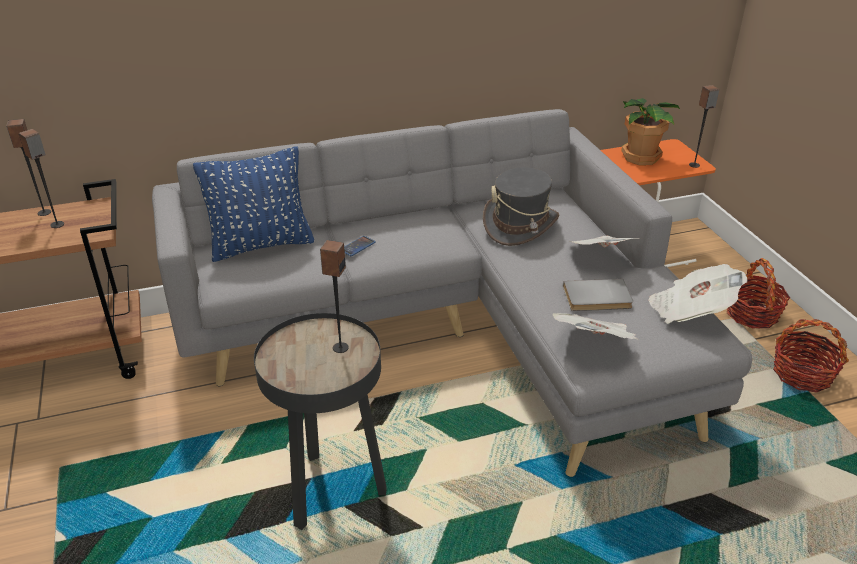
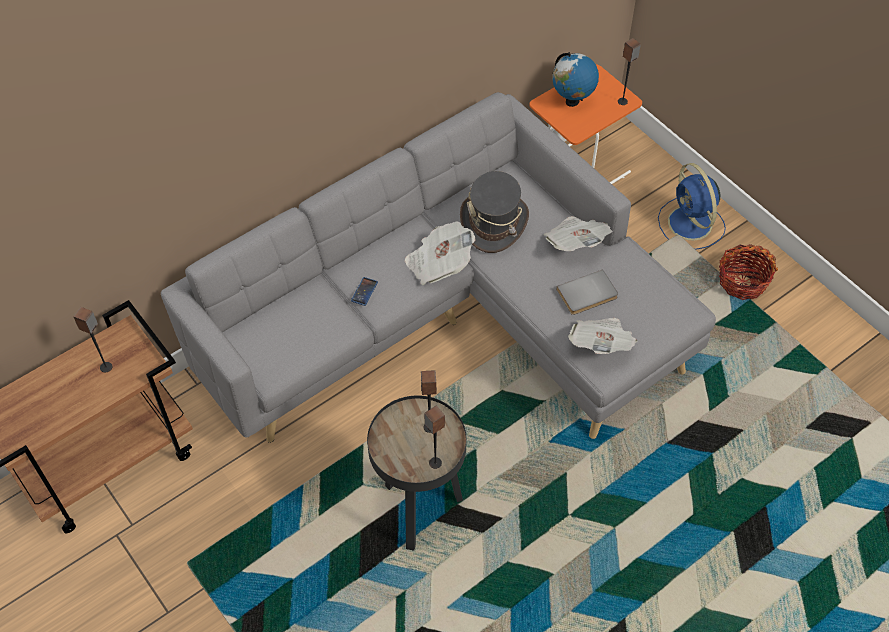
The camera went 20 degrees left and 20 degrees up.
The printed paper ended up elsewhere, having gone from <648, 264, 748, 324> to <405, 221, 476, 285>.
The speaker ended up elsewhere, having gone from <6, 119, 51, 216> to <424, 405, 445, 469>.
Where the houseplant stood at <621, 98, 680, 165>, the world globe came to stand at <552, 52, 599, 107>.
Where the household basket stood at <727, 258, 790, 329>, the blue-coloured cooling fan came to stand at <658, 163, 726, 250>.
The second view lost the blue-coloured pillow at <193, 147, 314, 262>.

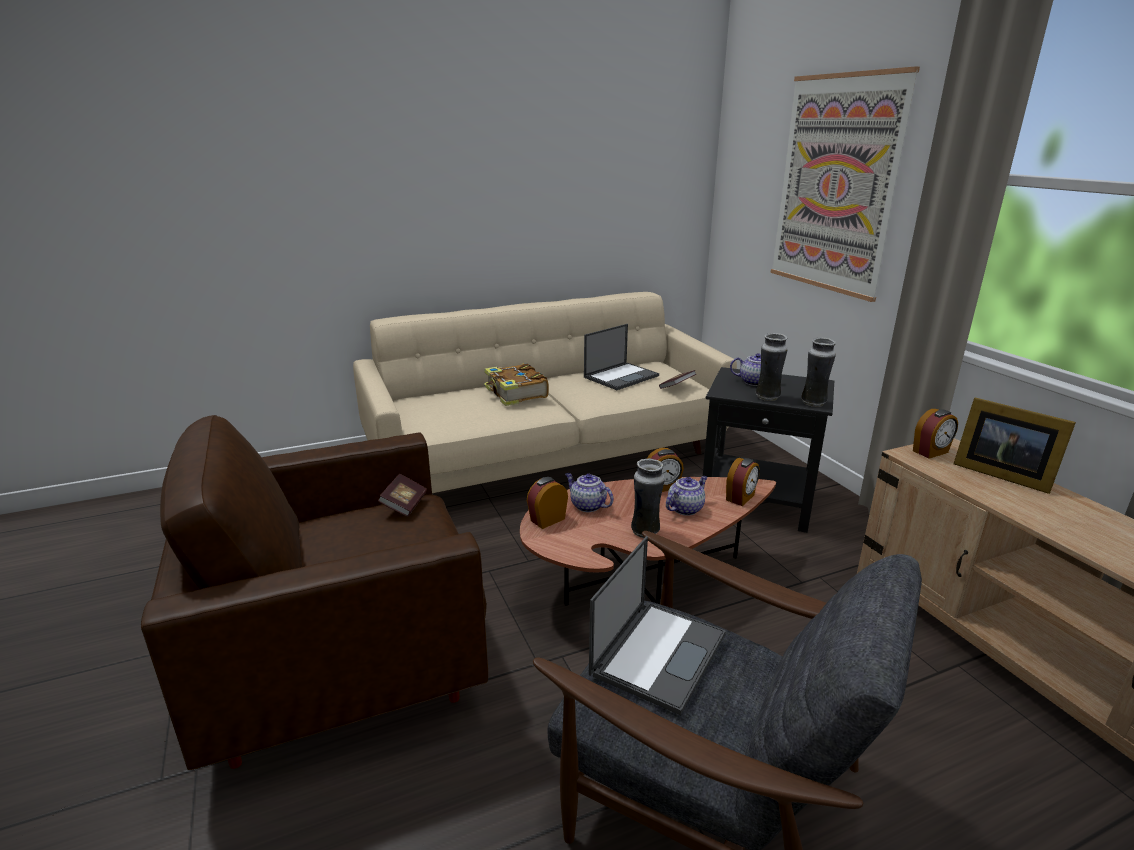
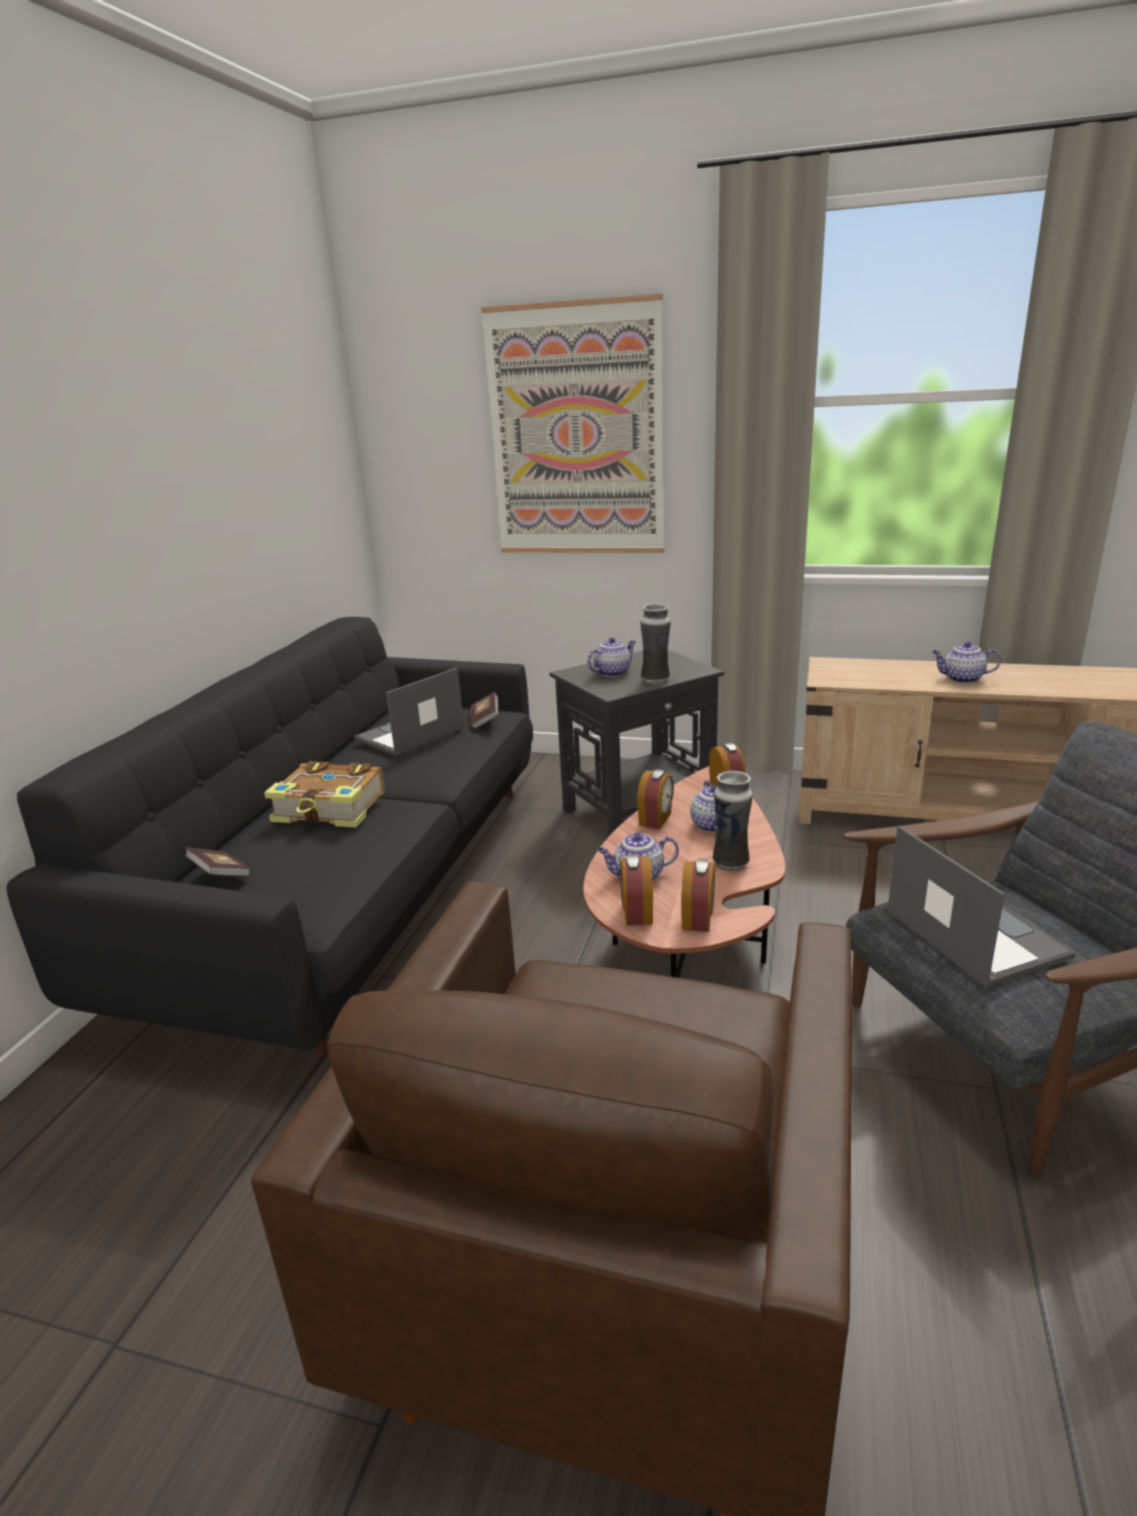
The camera went 50 degrees left and 0 degrees up.
What was the beige couch at <353, 292, 737, 493> turned into the black couch at <7, 617, 533, 1057>.
The book ended up elsewhere, having gone from <378, 474, 427, 517> to <185, 848, 251, 877>.
The laptop at <584, 324, 659, 390> ended up facing another way, 135 degrees counterclockwise from before.
The bedside clock ended up elsewhere, having gone from <913, 409, 958, 459> to <681, 859, 715, 932>.
The second view gained the teapot at <932, 642, 1001, 683>.
The second view lost the flower vase at <801, 337, 836, 407>.
The second view lost the standing frame at <953, 398, 1076, 494>.

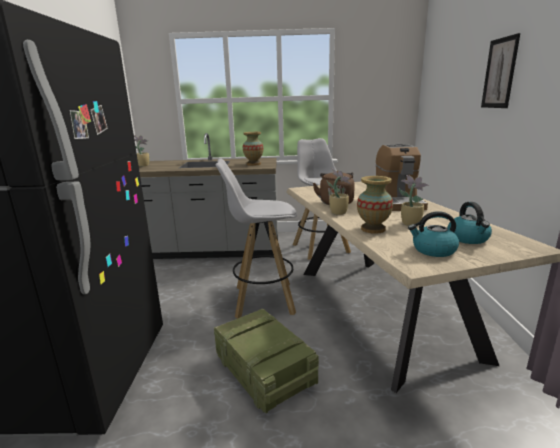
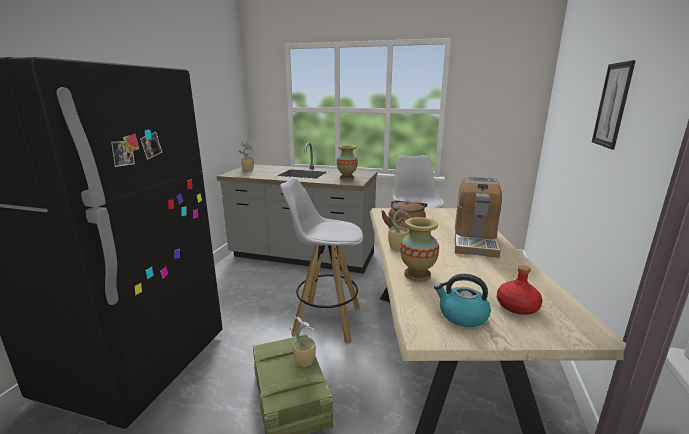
The camera went 15 degrees right and 0 degrees up.
The houseplant ended up elsewhere, having gone from <399, 175, 429, 226> to <289, 316, 317, 367>.
Where the kettle stood at <447, 202, 492, 244>, the reddish beverage bottle came to stand at <497, 265, 542, 315>.

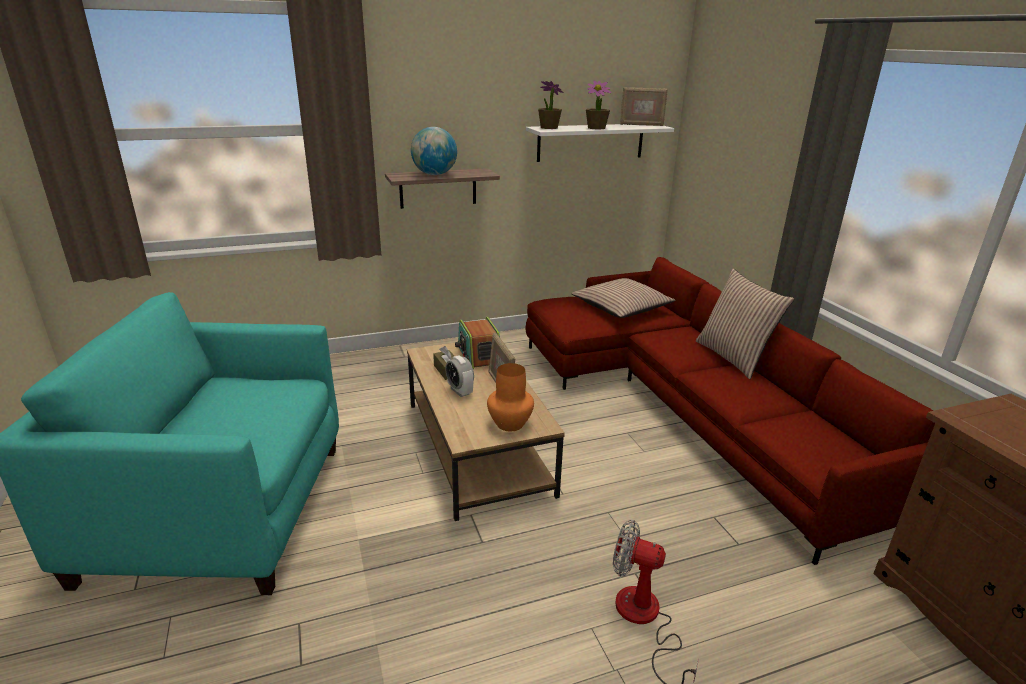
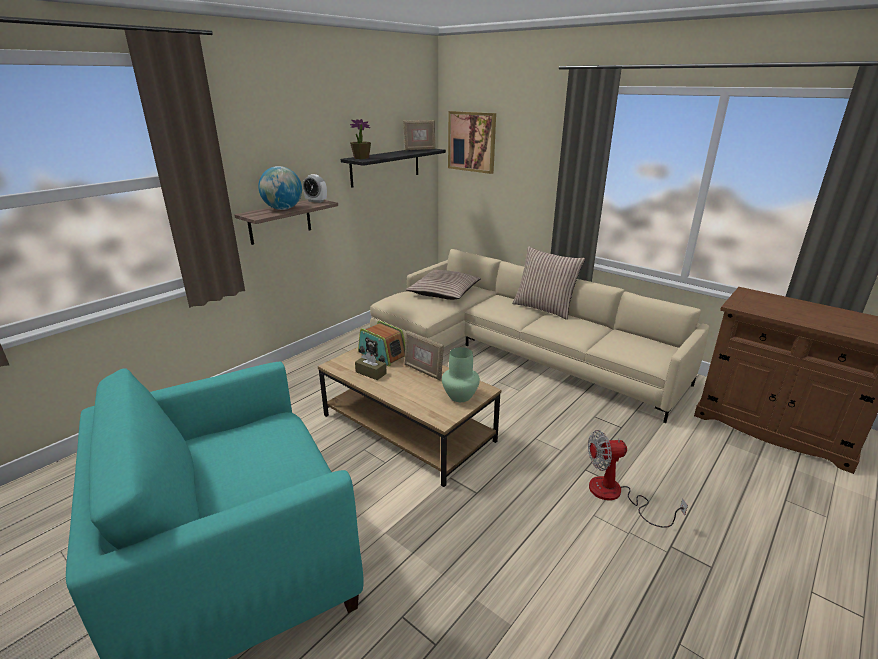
The camera went 30 degrees left and 0 degrees up.
The bedside clock ended up elsewhere, having gone from <445, 356, 474, 397> to <303, 174, 327, 203>.
What was the whitish wall shelf at <526, 124, 674, 162> turned into the black wall shelf at <341, 149, 446, 188>.
What was the reddish couch at <526, 257, 935, 565> turned into the beige couch at <370, 249, 710, 423>.
What was the orangey flower vase at <487, 363, 534, 431> turned into the greenish flower vase at <442, 347, 480, 402>.
The second view gained the wall picture at <448, 111, 496, 174>.
The second view lost the houseplant at <586, 80, 611, 130>.

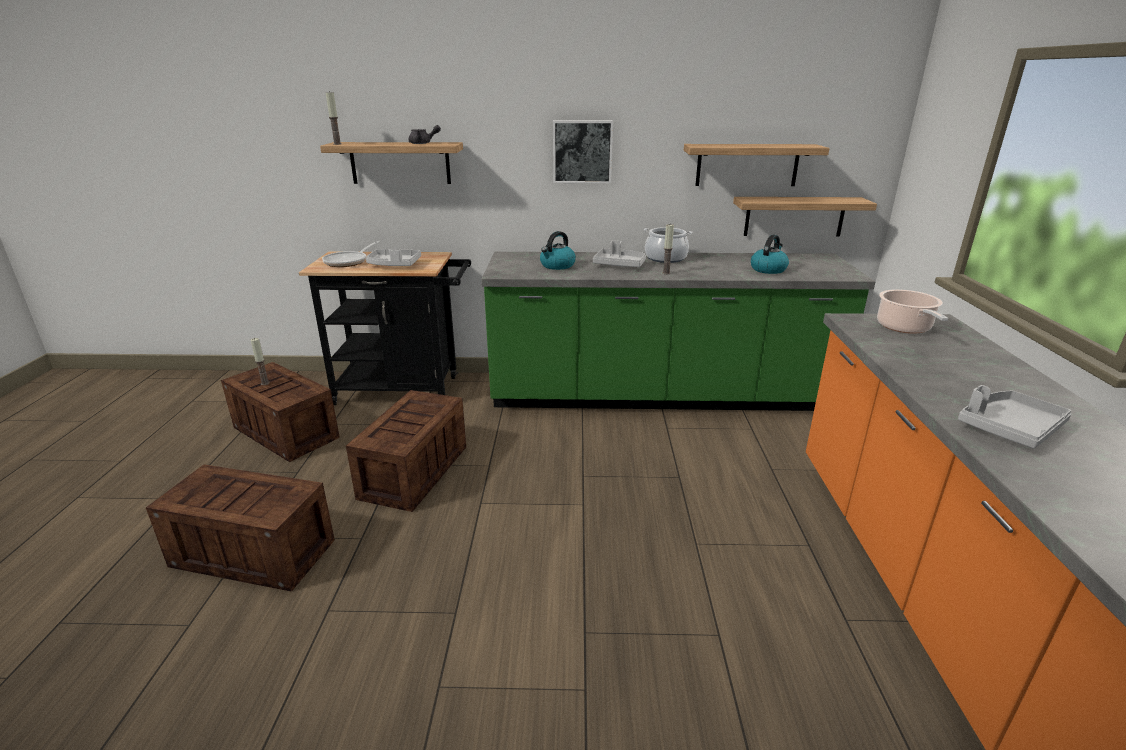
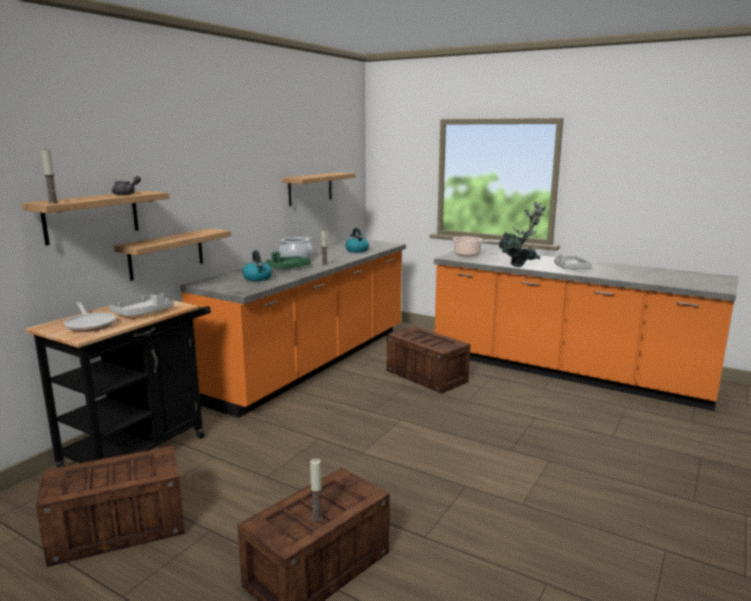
The camera went 60 degrees left and 10 degrees down.
The wall shelf ended up elsewhere, having gone from <733, 197, 877, 237> to <114, 228, 231, 281>.
What was the greenish kitchen base unit at <481, 252, 875, 411> turned into the orangey kitchen base unit at <180, 240, 406, 418>.
What was the grey carrying tray at <593, 240, 646, 267> turned into the greenish carrying tray at <265, 252, 311, 270>.
The wax candle ended up elsewhere, having gone from <251, 338, 270, 385> to <310, 459, 323, 522>.
The crate ended up elsewhere, having gone from <346, 390, 466, 512> to <387, 326, 470, 394>.
The second view gained the houseplant at <499, 202, 547, 267>.
The second view lost the wall picture at <553, 120, 613, 183>.

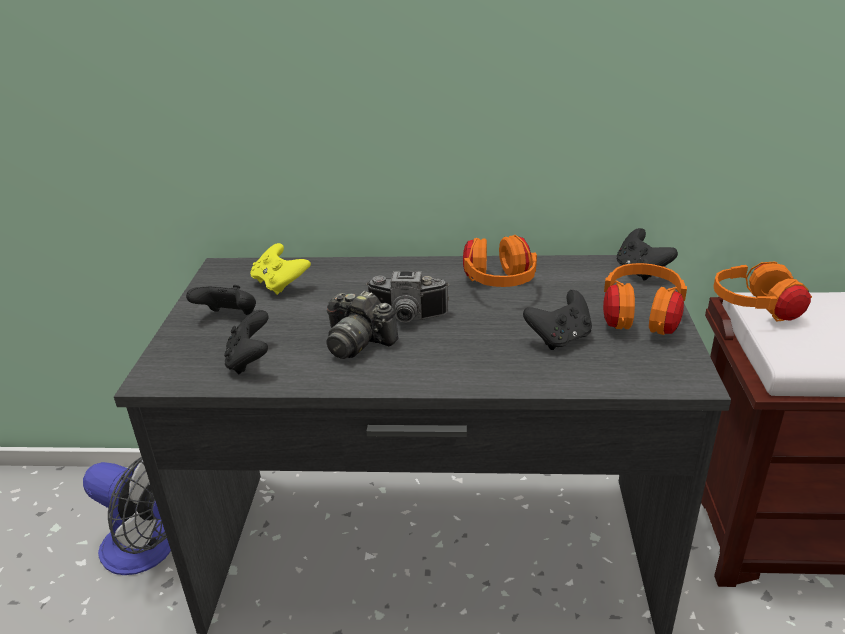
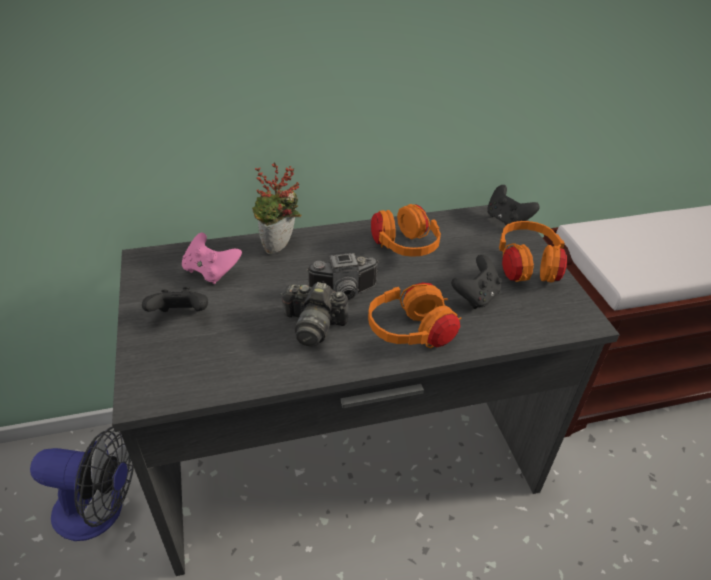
The camera went 20 degrees left and 10 degrees up.
What was the yellowish game controller at <250, 243, 311, 295> turned into the pink-coloured game controller at <182, 233, 242, 284>.
The second view gained the houseplant at <252, 163, 301, 254>.
The orangey headphones ended up elsewhere, having gone from <713, 262, 812, 321> to <368, 282, 461, 348>.
The second view lost the black game controller at <224, 310, 269, 374>.

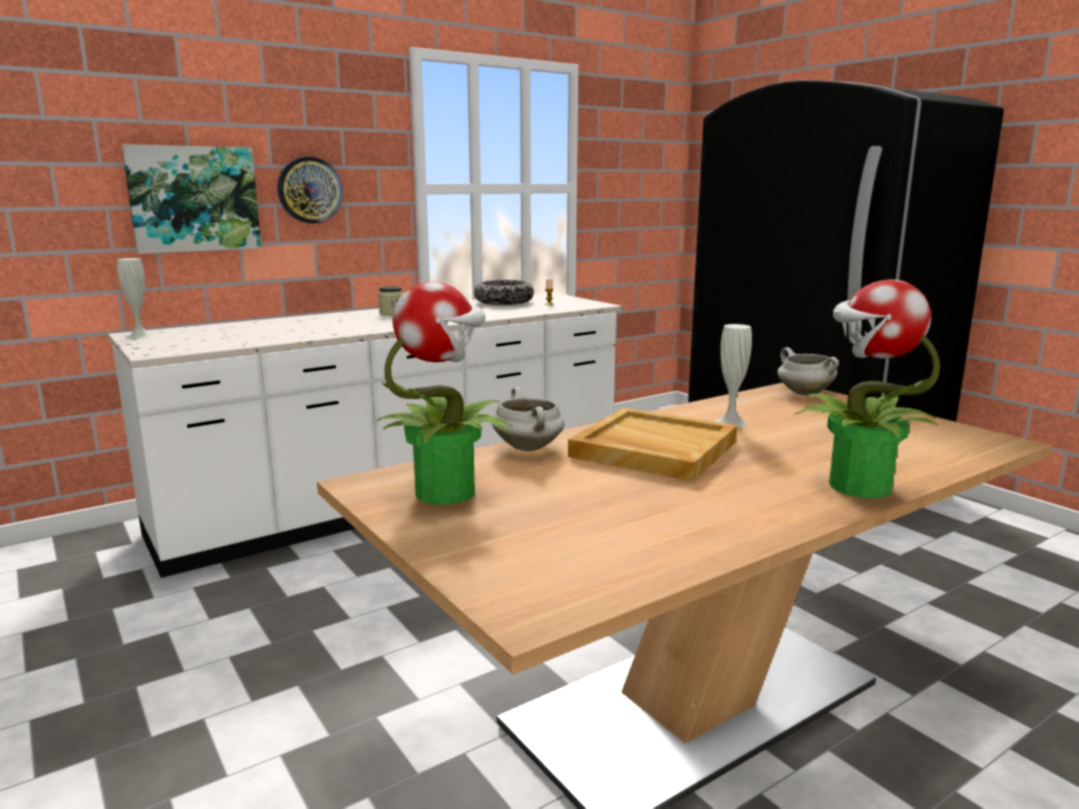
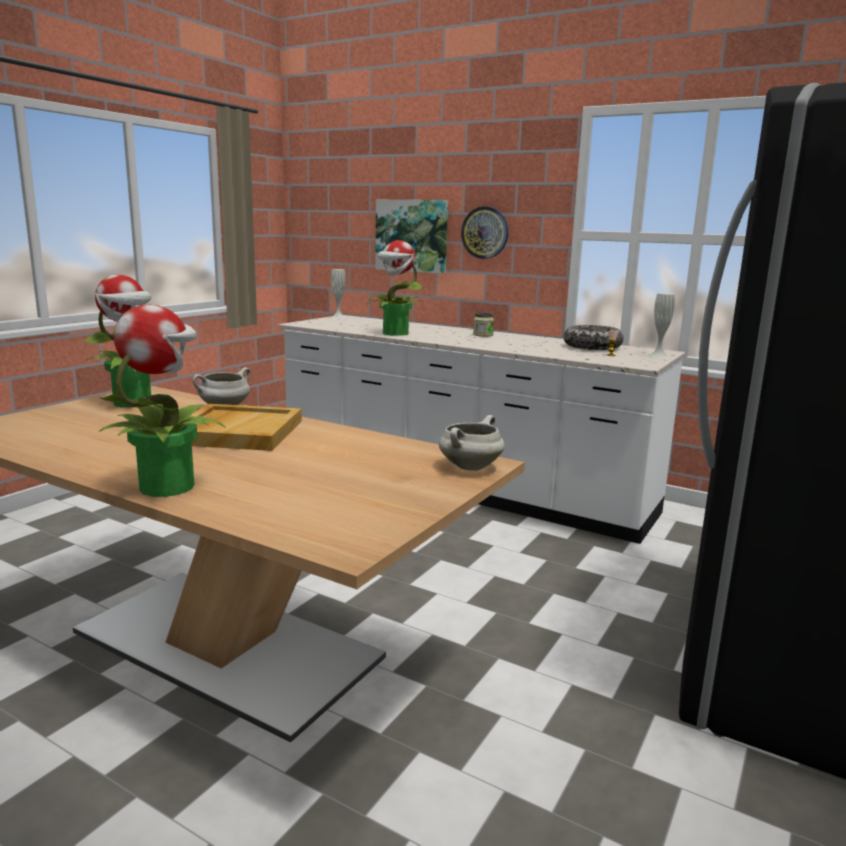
The camera went 65 degrees right and 0 degrees up.
The second view gained the houseplant at <367, 240, 424, 336>.
The whitish flower vase ended up elsewhere, having gone from <714, 324, 752, 428> to <648, 293, 675, 358>.

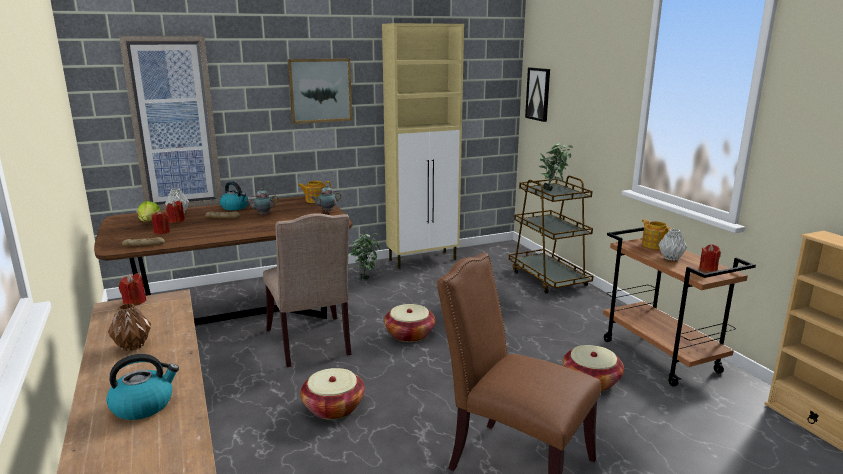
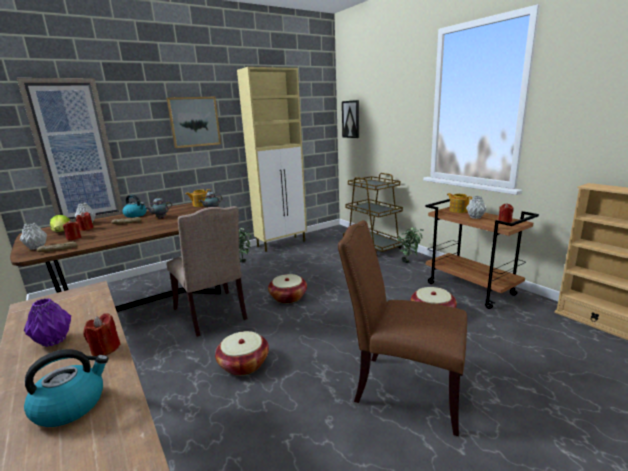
The camera went 10 degrees left and 0 degrees up.
The second view gained the grey flower vase at <20, 223, 47, 250>.
What was the brownish flower vase at <108, 303, 151, 351> turned into the purple-coloured flower vase at <24, 298, 71, 347>.
The reddish wax candle ended up elsewhere, having gone from <119, 273, 147, 306> to <83, 313, 121, 356>.
The houseplant ended up elsewhere, having gone from <539, 143, 573, 191> to <397, 227, 424, 263>.

